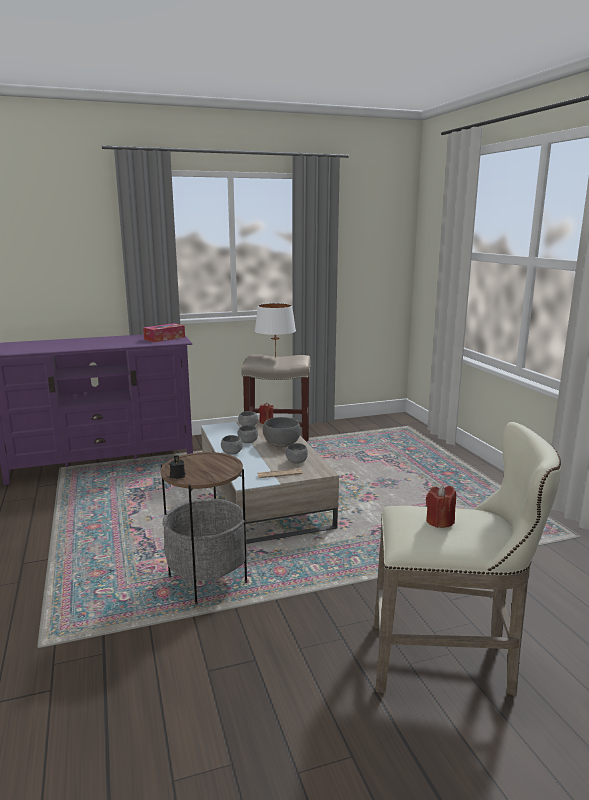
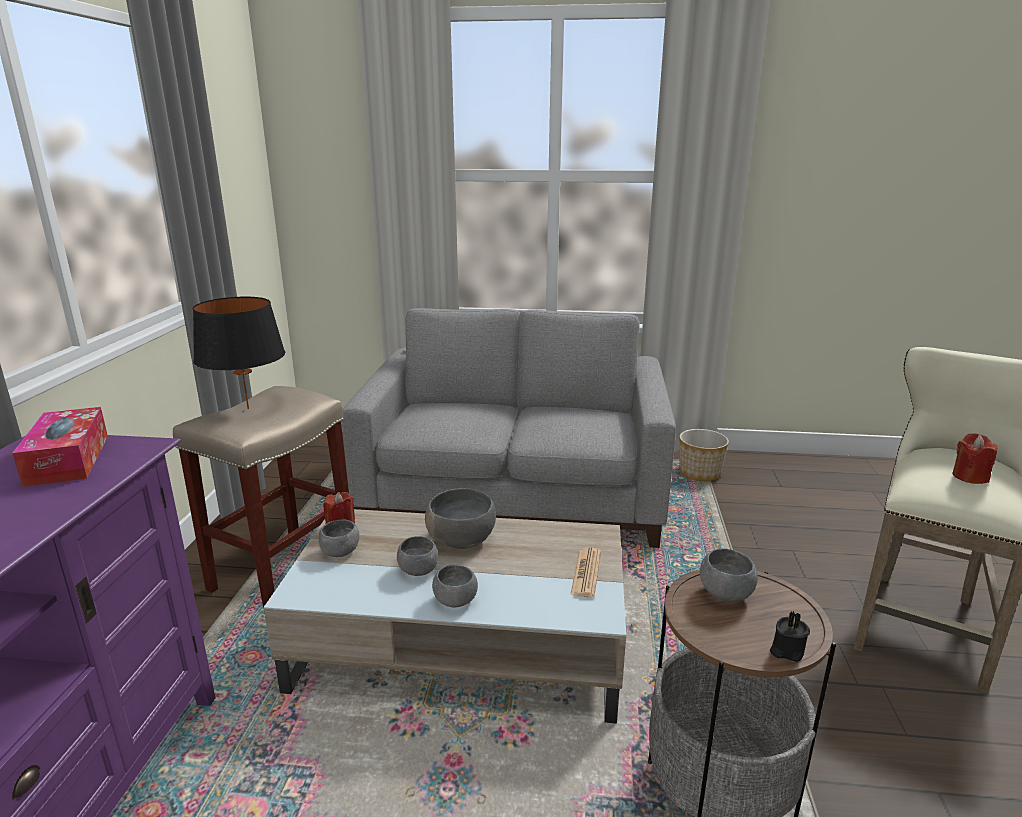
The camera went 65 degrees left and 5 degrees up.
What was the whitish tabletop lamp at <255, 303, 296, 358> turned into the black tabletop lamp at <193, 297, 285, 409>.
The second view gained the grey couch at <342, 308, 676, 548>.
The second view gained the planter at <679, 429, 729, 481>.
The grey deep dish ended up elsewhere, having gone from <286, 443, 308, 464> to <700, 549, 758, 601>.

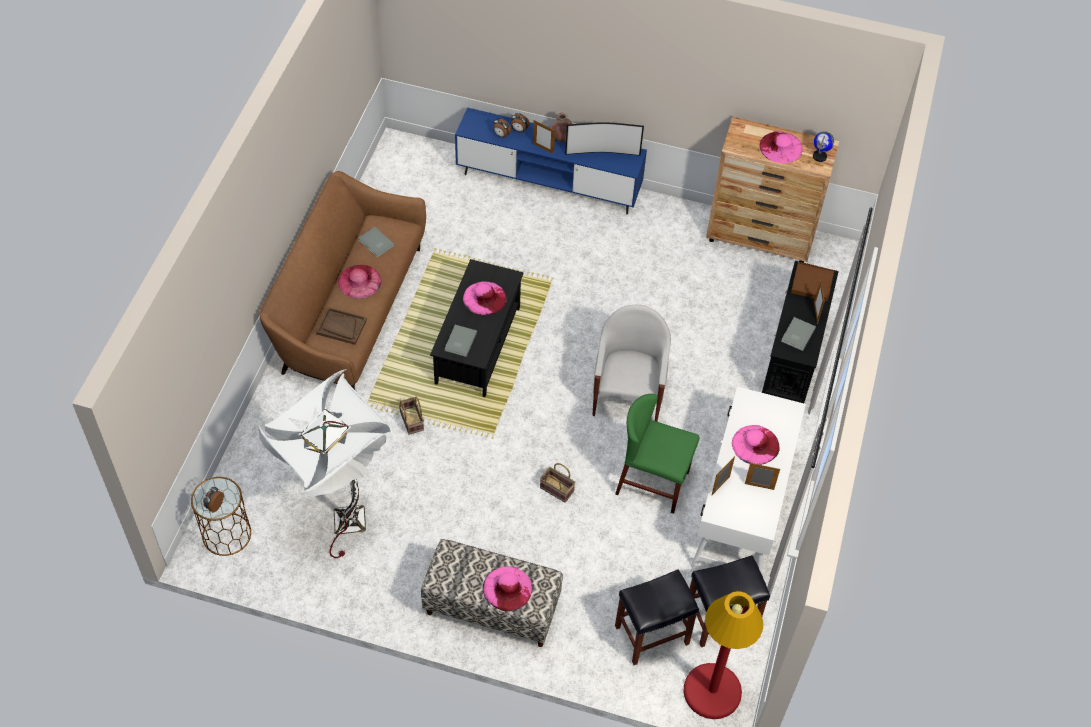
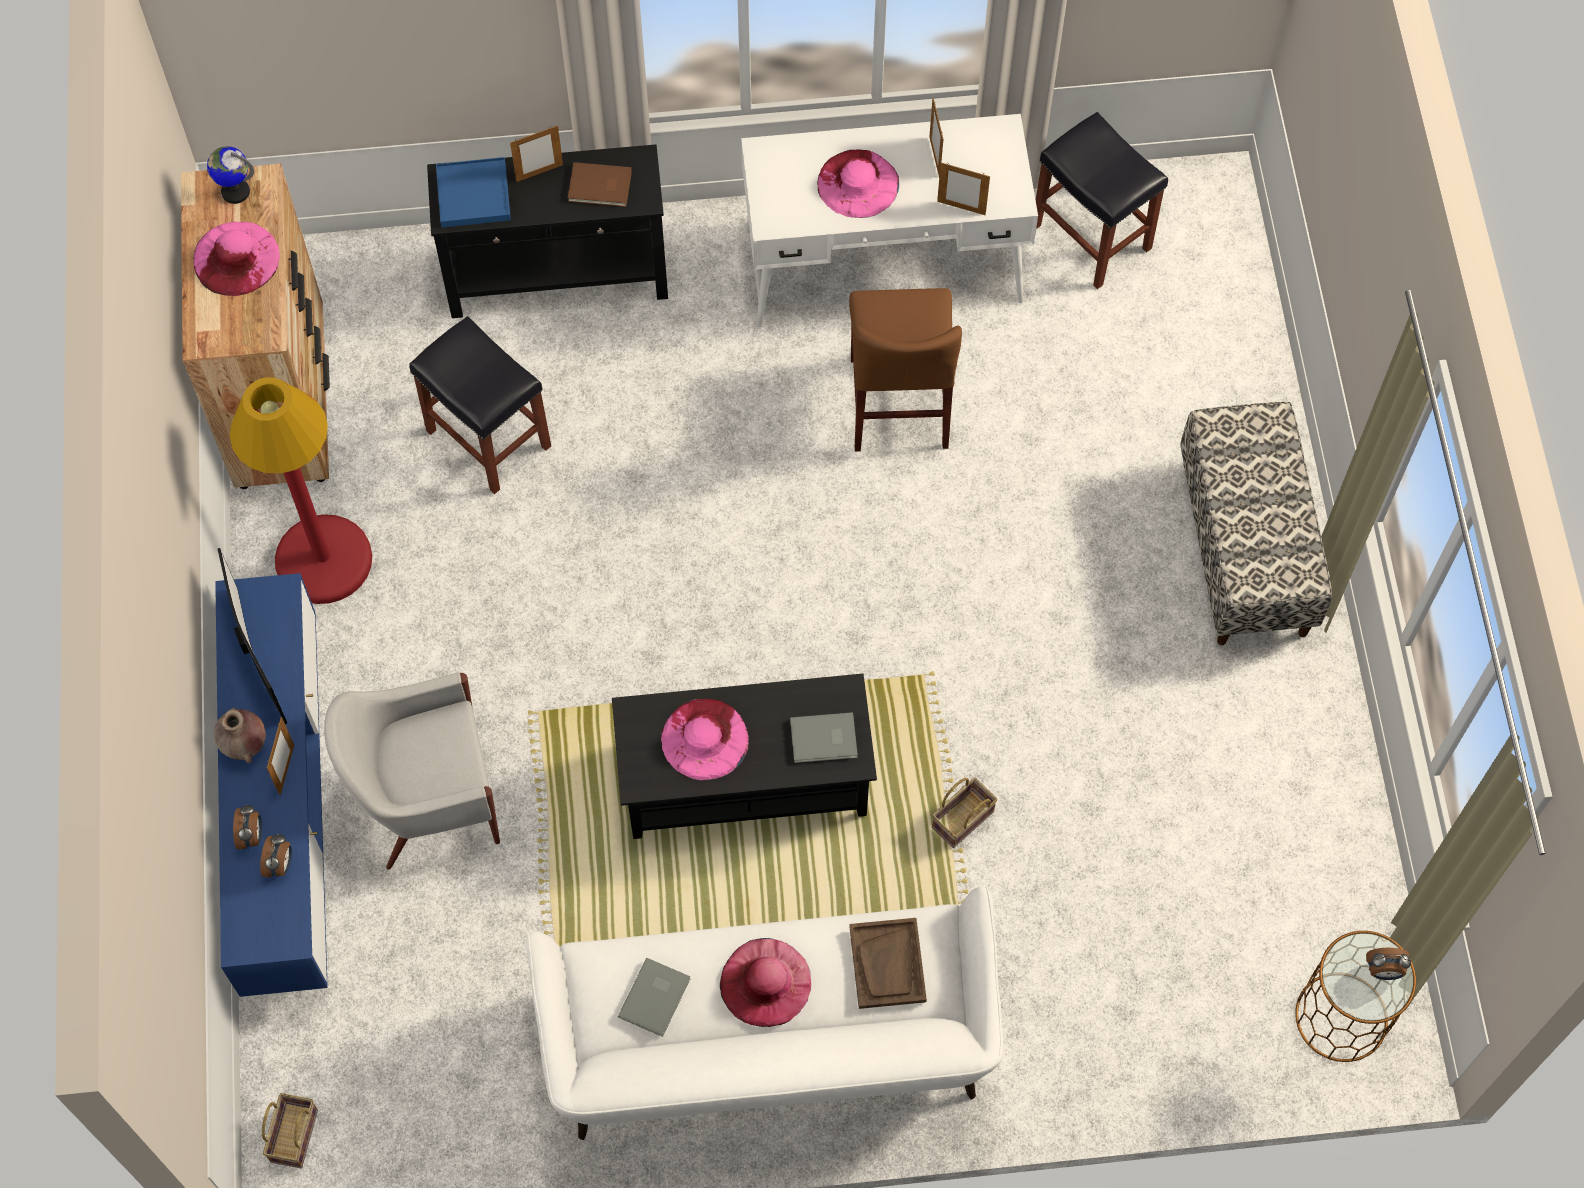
The camera went 110 degrees left and 10 degrees up.
The reddish standing lamp ended up elsewhere, having gone from <684, 591, 763, 719> to <230, 377, 372, 604>.
The household basket ended up elsewhere, having gone from <540, 463, 576, 503> to <262, 1093, 318, 1168>.
The whitish armchair ended up elsewhere, having gone from <592, 305, 671, 422> to <324, 672, 500, 870>.
The black stool seat ended up elsewhere, having gone from <615, 569, 699, 665> to <409, 316, 551, 494>.
What was the brownish carrying tray at <791, 262, 834, 301> turned into the blue-coloured carrying tray at <436, 157, 511, 228>.
What was the brownish couch at <260, 171, 426, 390> turned into the whitish couch at <526, 886, 1003, 1140>.
What was the grey book at <781, 317, 816, 351> turned into the brownish book at <568, 162, 632, 207>.
What was the greenish chair at <615, 394, 699, 514> turned into the brownish chair at <849, 288, 962, 452>.
The second view lost the whitish standing lamp at <258, 369, 393, 558>.
The second view lost the pink-coloured clothing hat at <483, 566, 532, 611>.

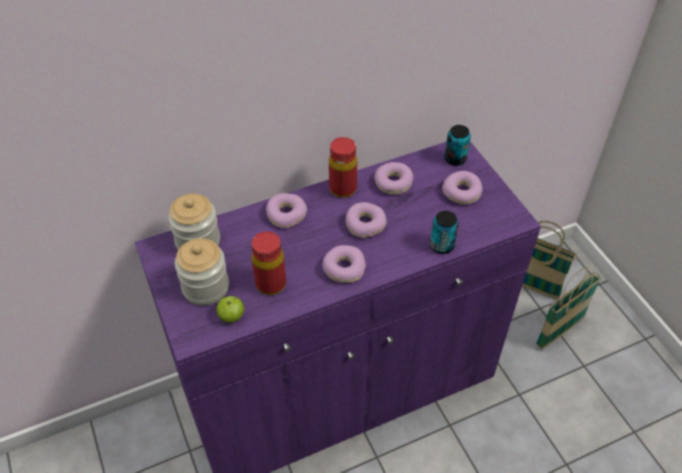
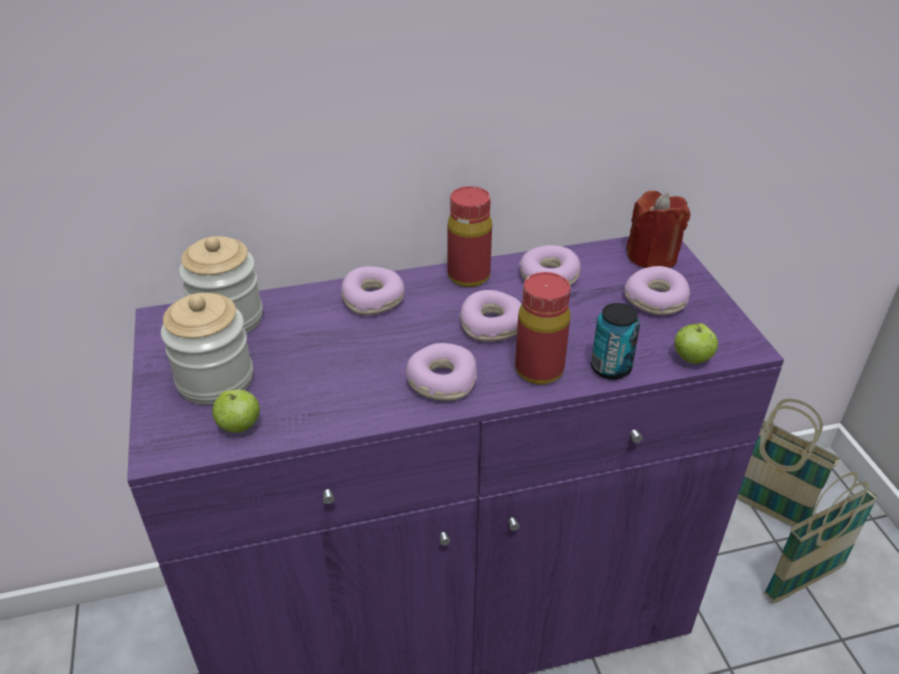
The camera went 10 degrees right and 10 degrees down.
The reddish beverage bottle ended up elsewhere, having gone from <252, 231, 286, 295> to <515, 272, 571, 384>.
Where the metal can stood at <444, 125, 471, 166>, the reddish wax candle came to stand at <626, 191, 690, 268>.
The second view gained the apple fruit at <675, 322, 718, 364>.

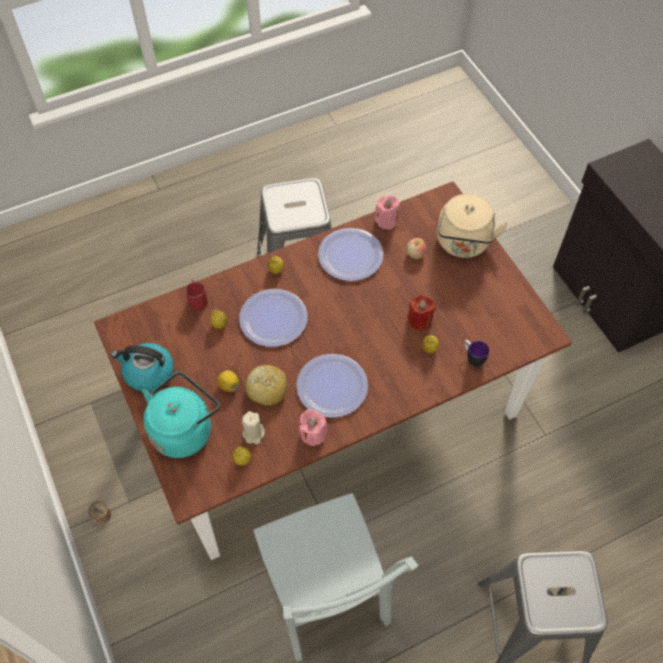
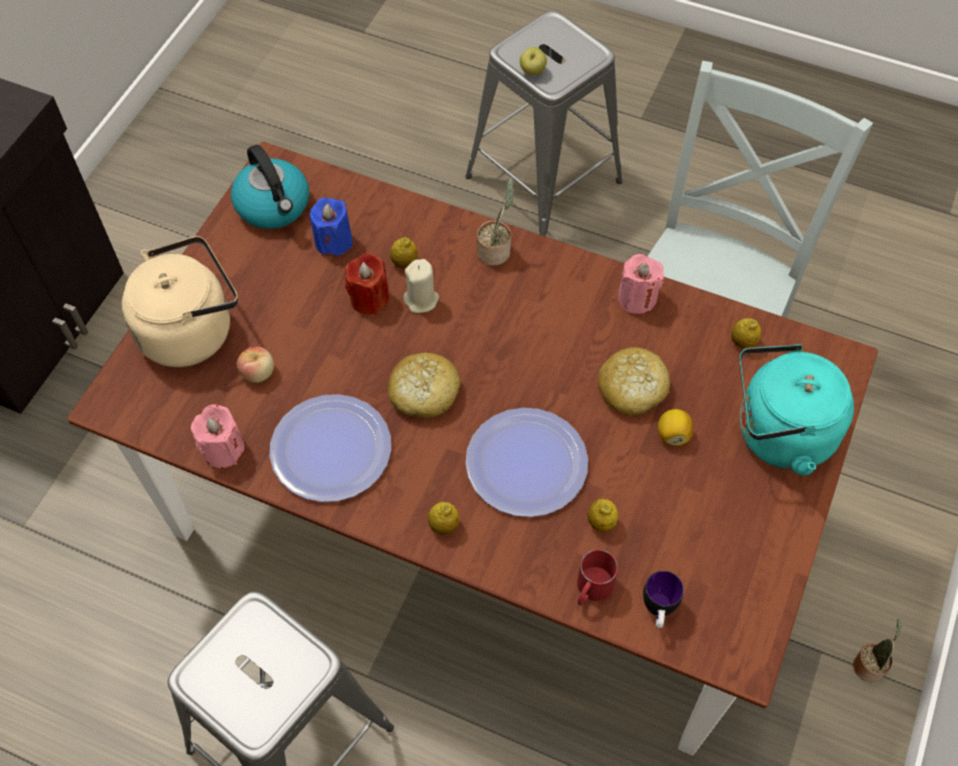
The camera went 130 degrees left and 0 degrees up.
The kettle ended up elsewhere, having gone from <111, 343, 174, 392> to <231, 144, 309, 229>.
The second view gained the blue-coloured wax candle at <309, 198, 353, 256>.
The second view gained the bakery bread at <388, 352, 460, 418>.
The beige wax candle ended up elsewhere, having gone from <242, 411, 265, 444> to <403, 259, 439, 313>.
The second view gained the houseplant at <477, 178, 514, 266>.
The second view gained the apple fruit at <520, 47, 547, 75>.
The tea mug ended up elsewhere, having gone from <464, 340, 489, 367> to <643, 571, 684, 628>.
The second view lost the plate at <296, 354, 368, 418>.

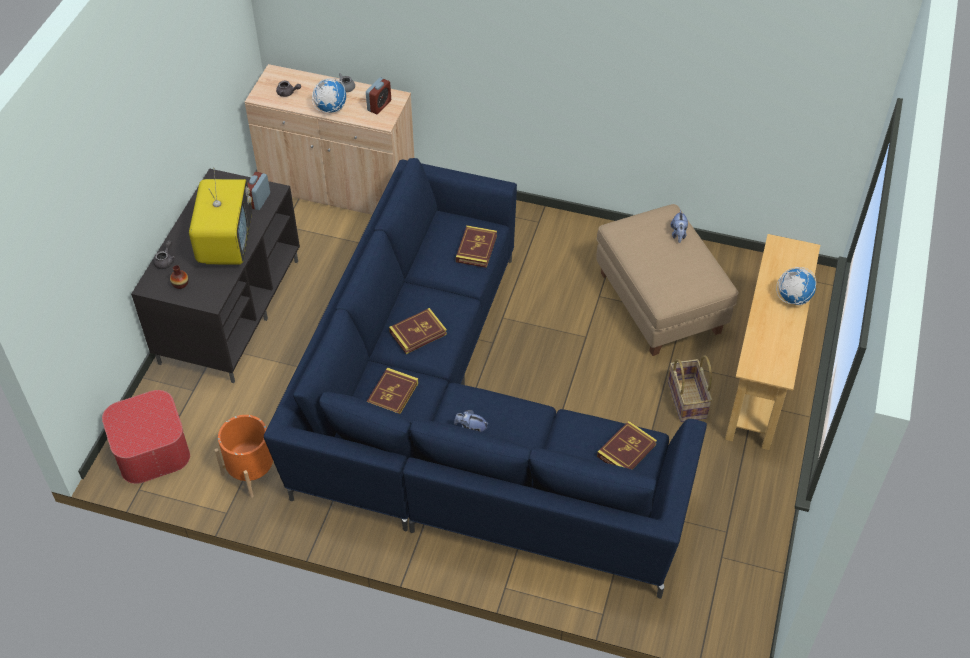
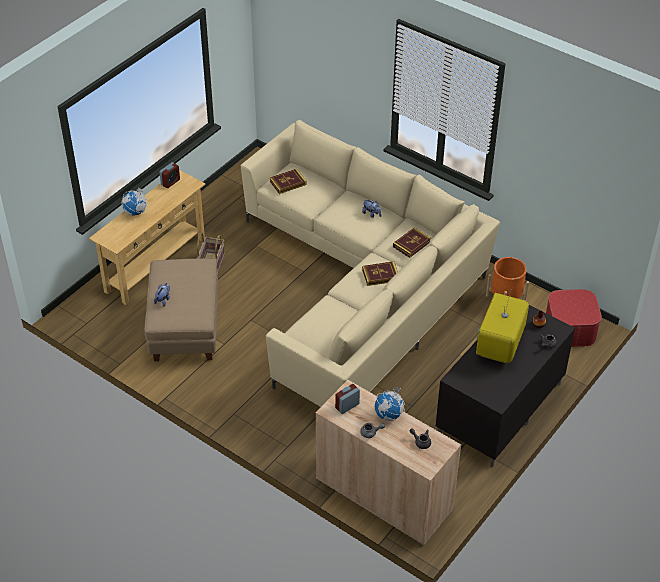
The camera went 160 degrees left and 5 degrees down.
The bedside clock ended up elsewhere, having gone from <248, 172, 270, 210> to <159, 162, 180, 188>.
What was the blue-coloured couch at <264, 158, 707, 599> turned into the beige couch at <241, 120, 500, 407>.
The second view lost the book at <456, 225, 497, 268>.

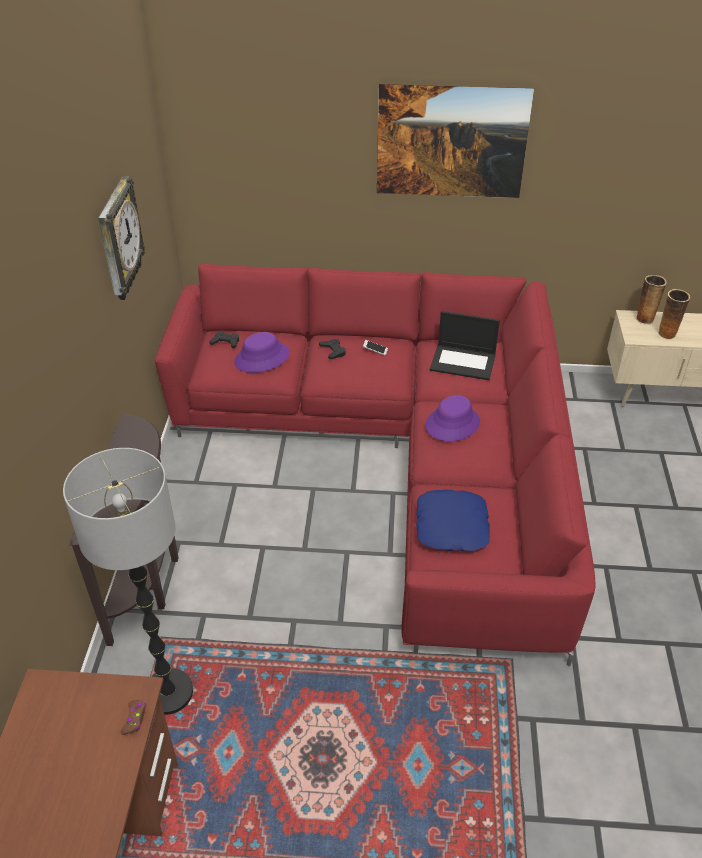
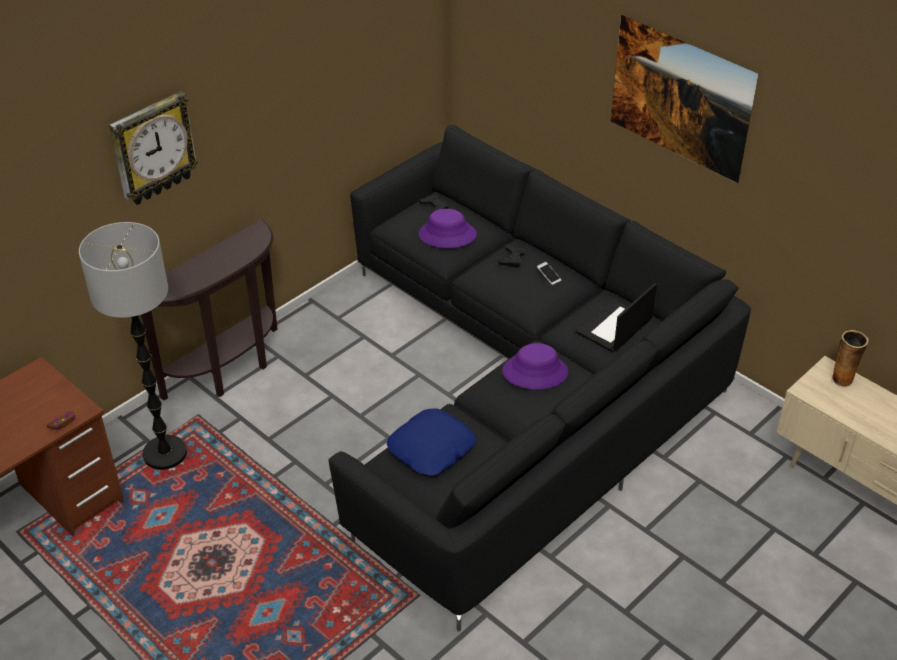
The camera went 40 degrees right and 0 degrees up.
The wall clock ended up elsewhere, having gone from <98, 176, 146, 300> to <109, 91, 199, 205>.
What was the reddish couch at <155, 263, 596, 666> turned into the black couch at <328, 125, 751, 632>.
The laptop at <430, 311, 500, 380> ended up facing another way, 75 degrees clockwise from before.
The second view lost the flower vase at <658, 289, 691, 340>.

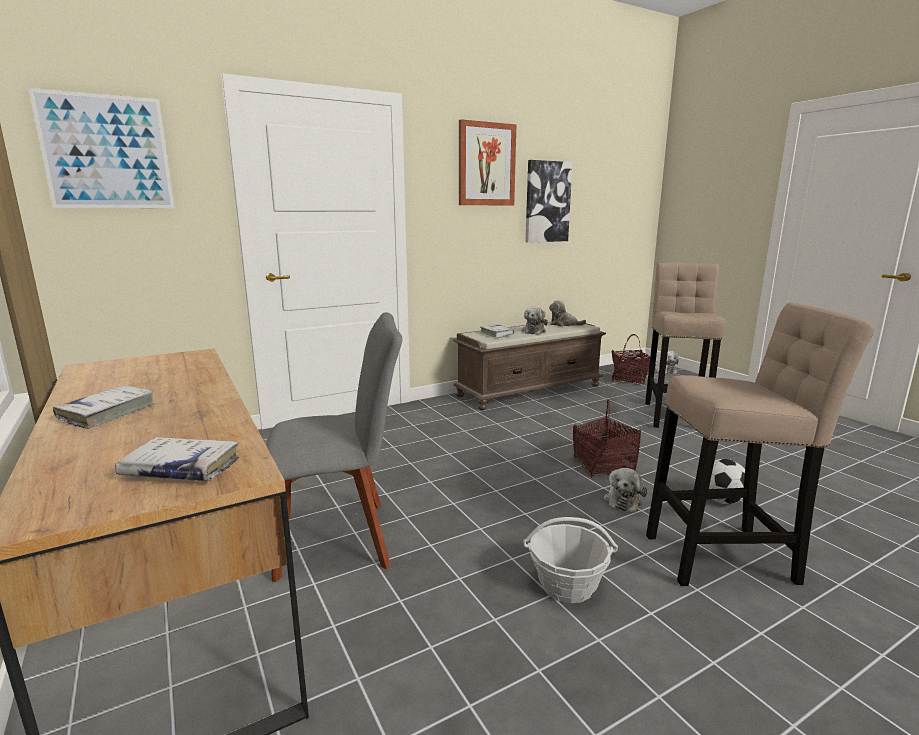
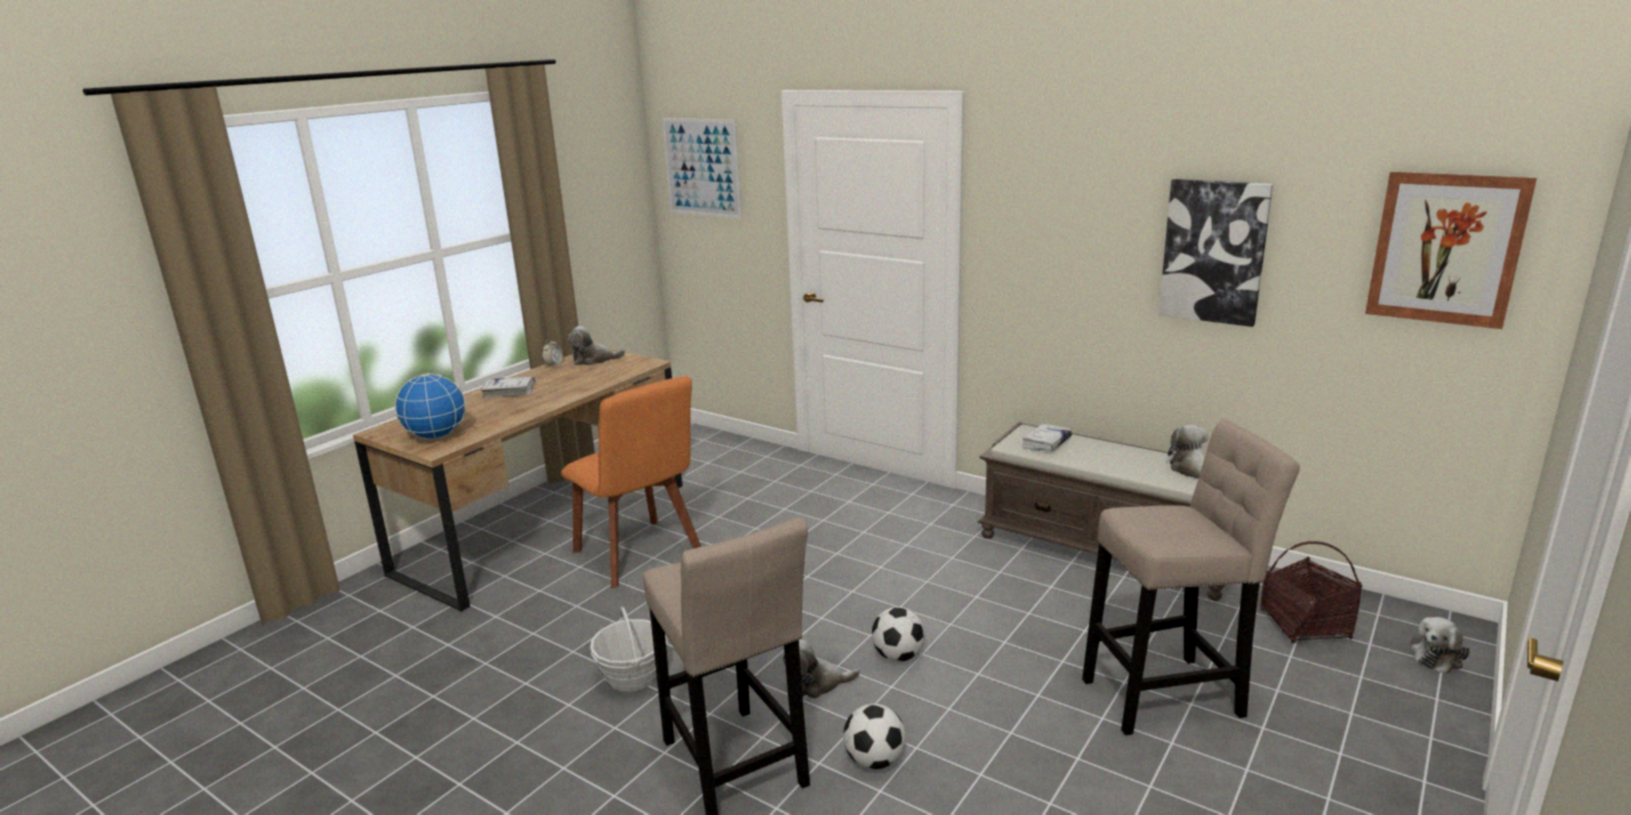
The camera went 65 degrees right and 5 degrees up.
Where the whitish book stood at <115, 437, 240, 481>, the world globe came to stand at <394, 373, 466, 440>.
The second view gained the bedside clock at <542, 339, 563, 367>.
What was the grey chair at <266, 312, 402, 582> turned into the orangey chair at <561, 376, 701, 588>.
The plush toy ended up elsewhere, having gone from <522, 307, 548, 334> to <567, 326, 625, 365>.
Where the household basket stood at <573, 399, 641, 478>, the football ball came to stand at <872, 607, 925, 662>.
The wall picture ended up elsewhere, having gone from <459, 119, 516, 205> to <1365, 172, 1537, 329>.

